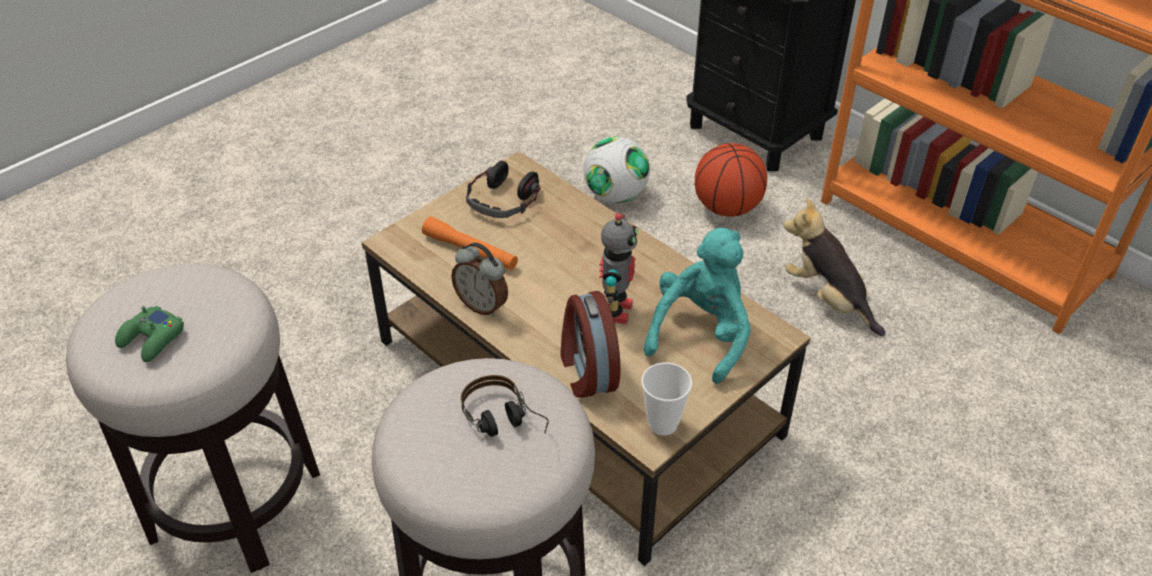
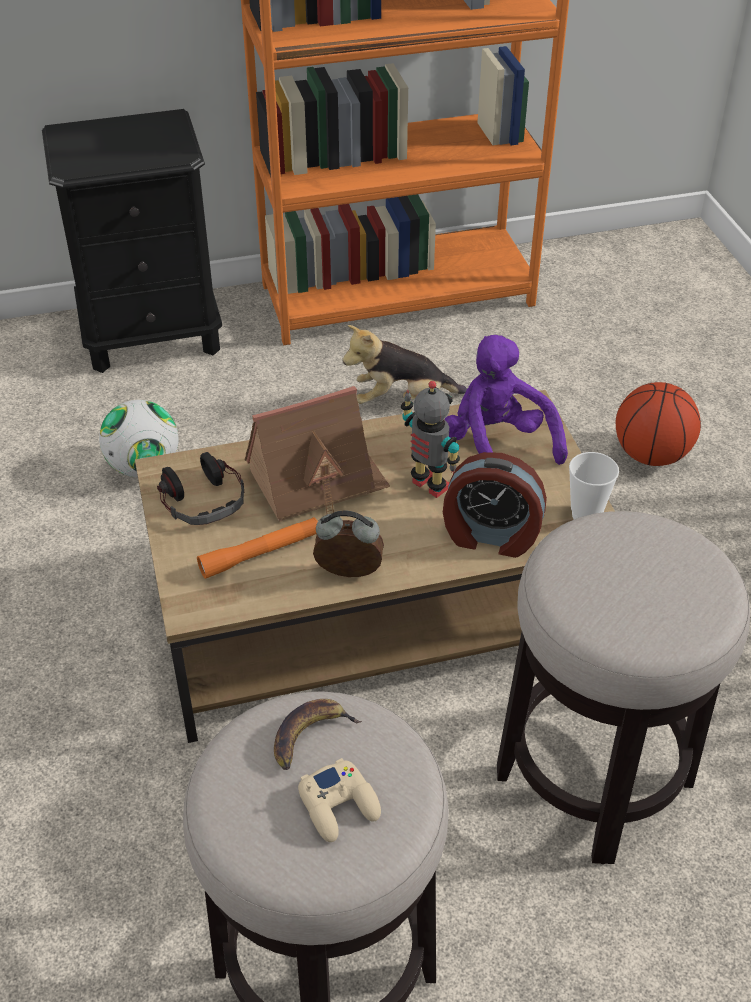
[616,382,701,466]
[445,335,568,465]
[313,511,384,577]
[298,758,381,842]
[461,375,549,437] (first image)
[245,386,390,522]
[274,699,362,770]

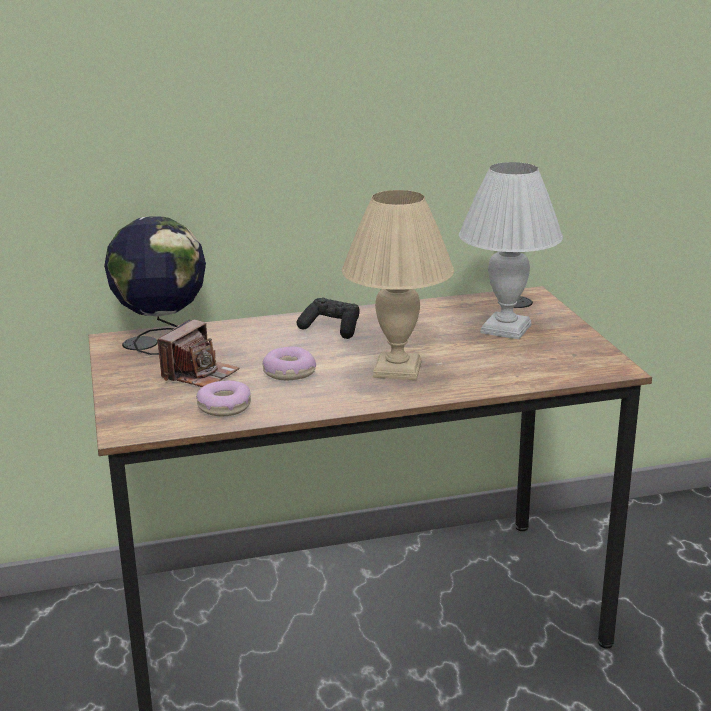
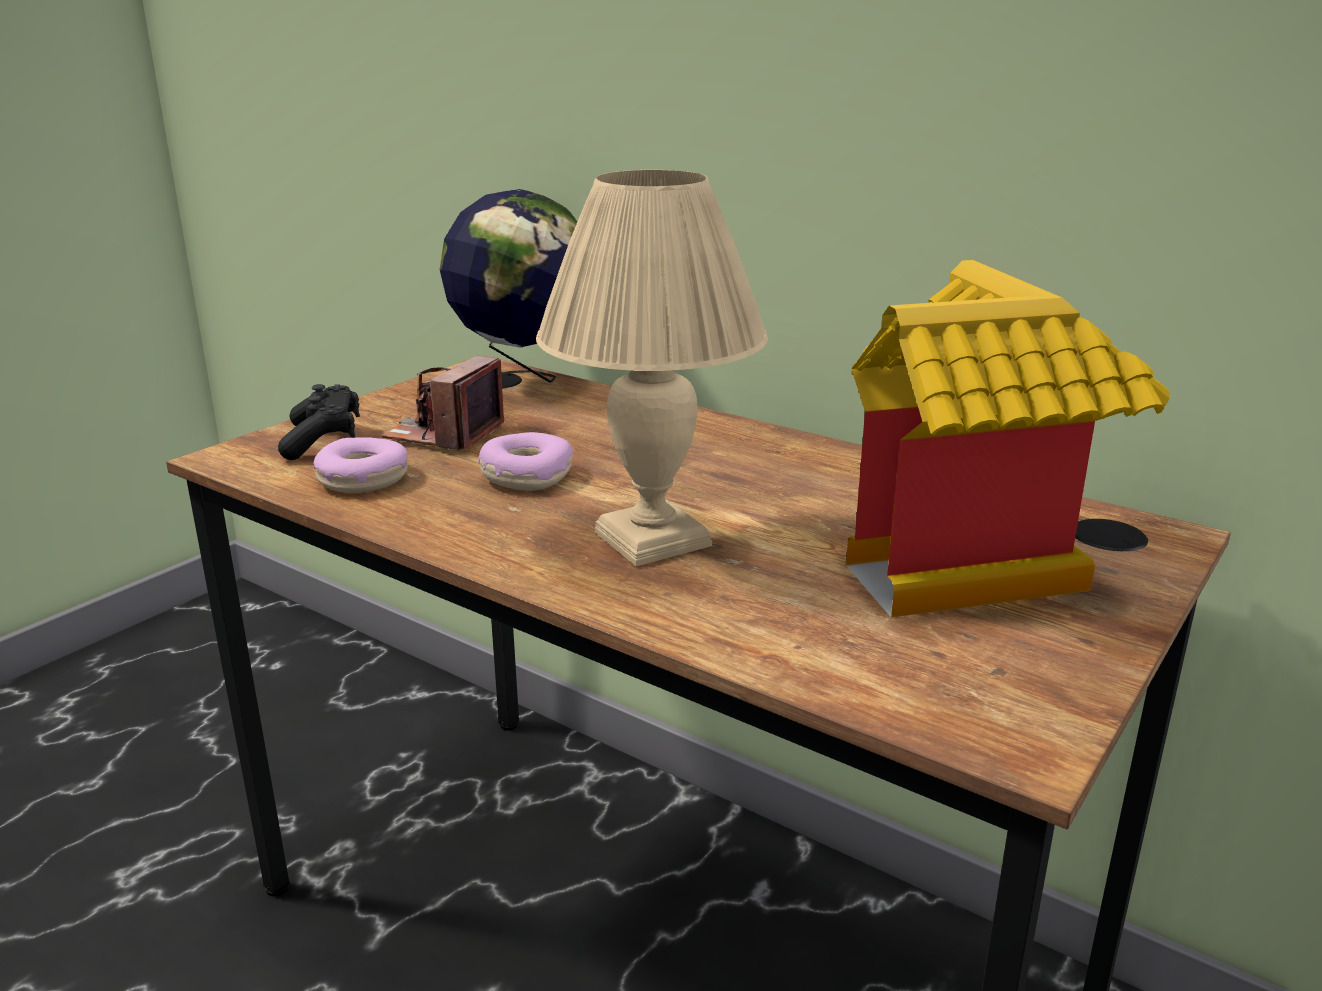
[846,260,1170,618]
[278,384,360,460]
[381,356,504,450]

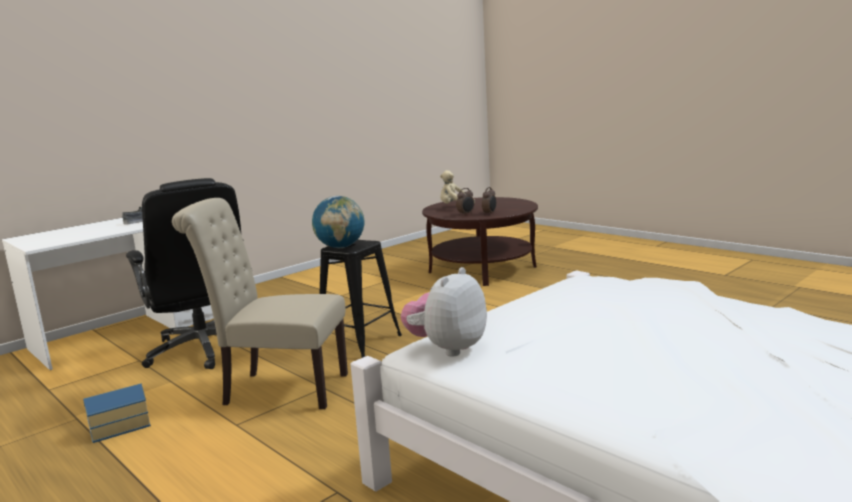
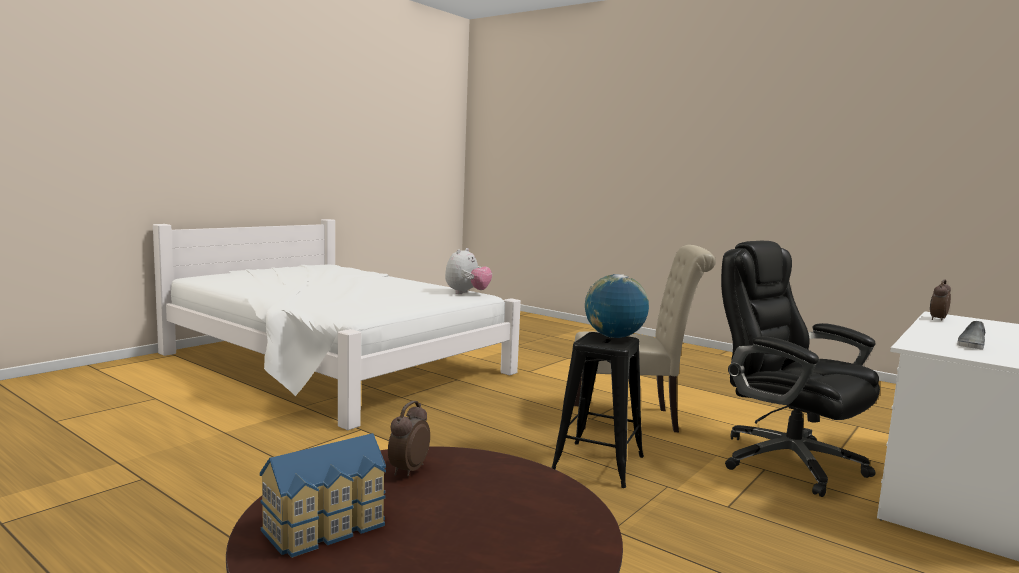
[440,170,475,204] (first image)
[930,280,951,320]
[259,433,386,558]

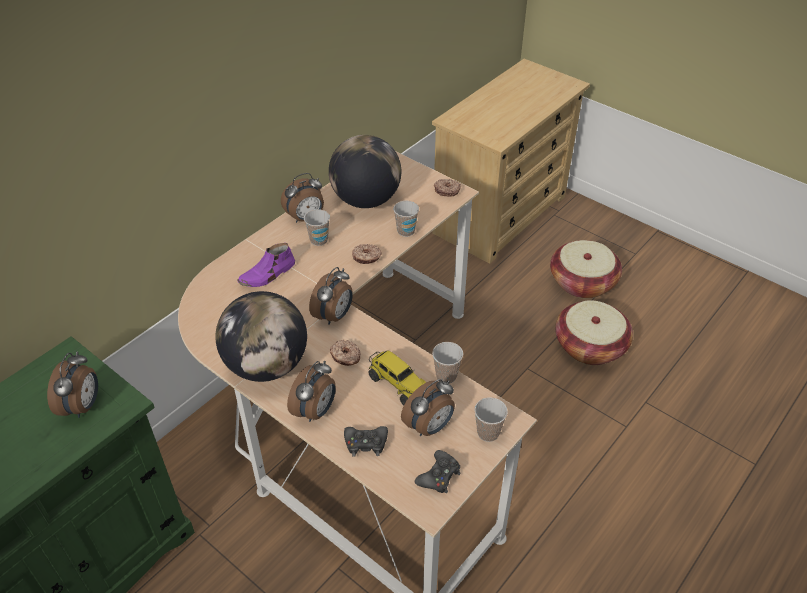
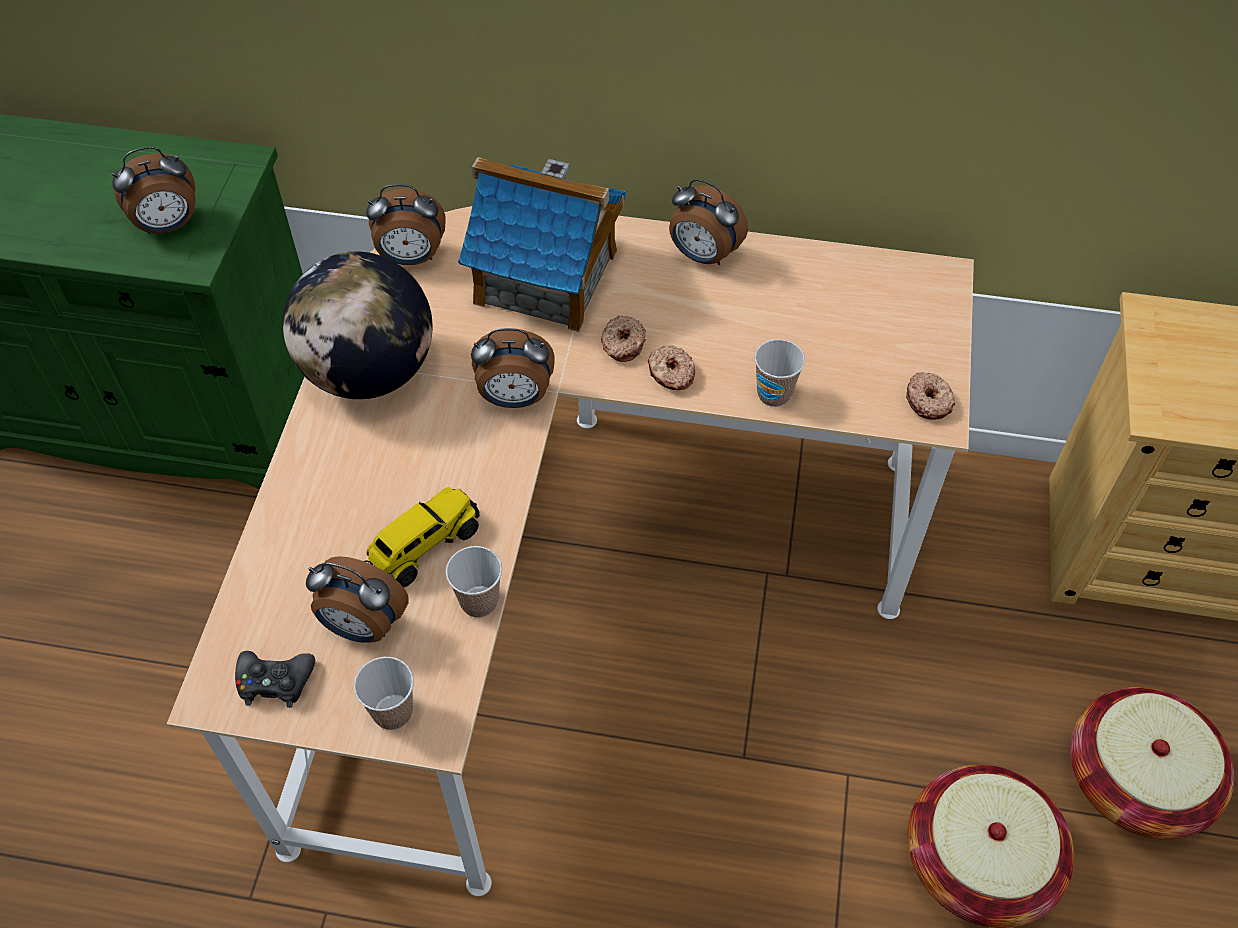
[329,135,401,208] (first image)
[304,209,330,246] (first image)
[458,157,626,332]
[601,315,646,362]
[364,487,480,588]
[366,184,446,265]
[344,426,388,457] (first image)

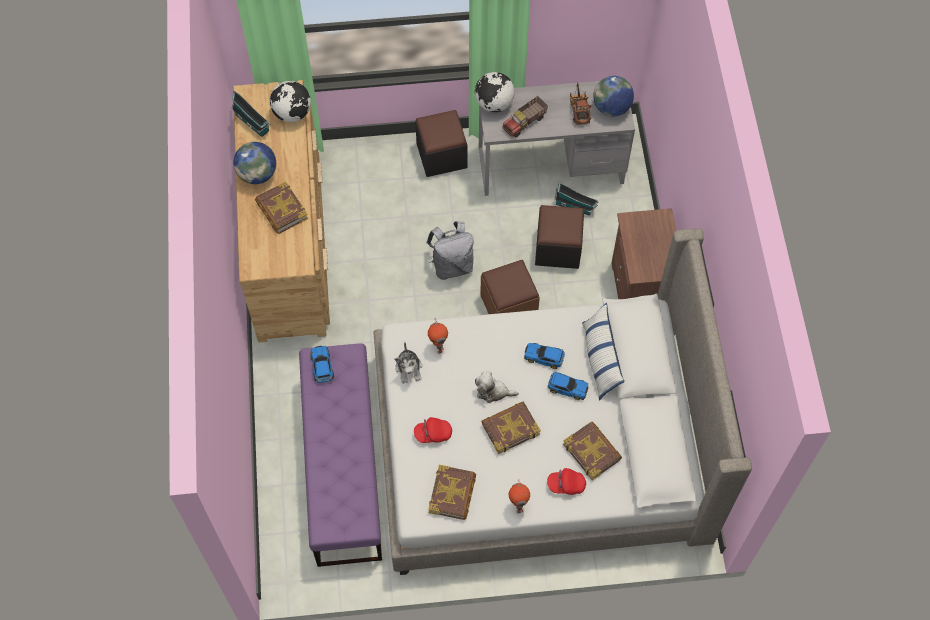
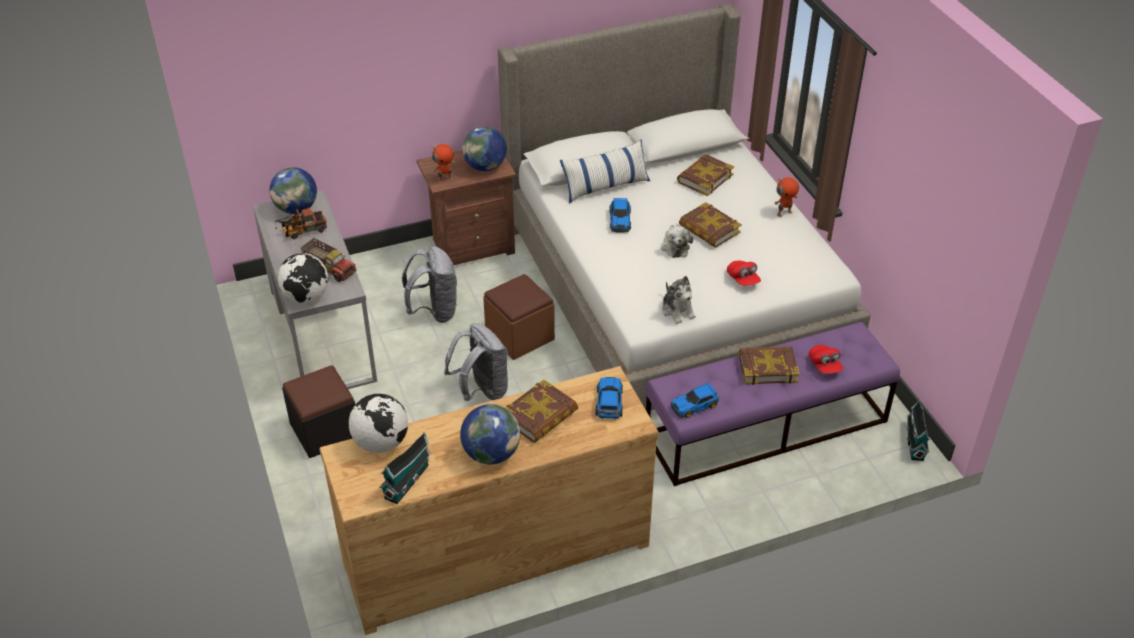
[907,400,929,461]
[402,246,457,323]
[431,144,455,184]
[662,276,696,324]
[596,377,623,419]
[739,346,800,385]
[809,345,843,374]
[462,127,507,171]

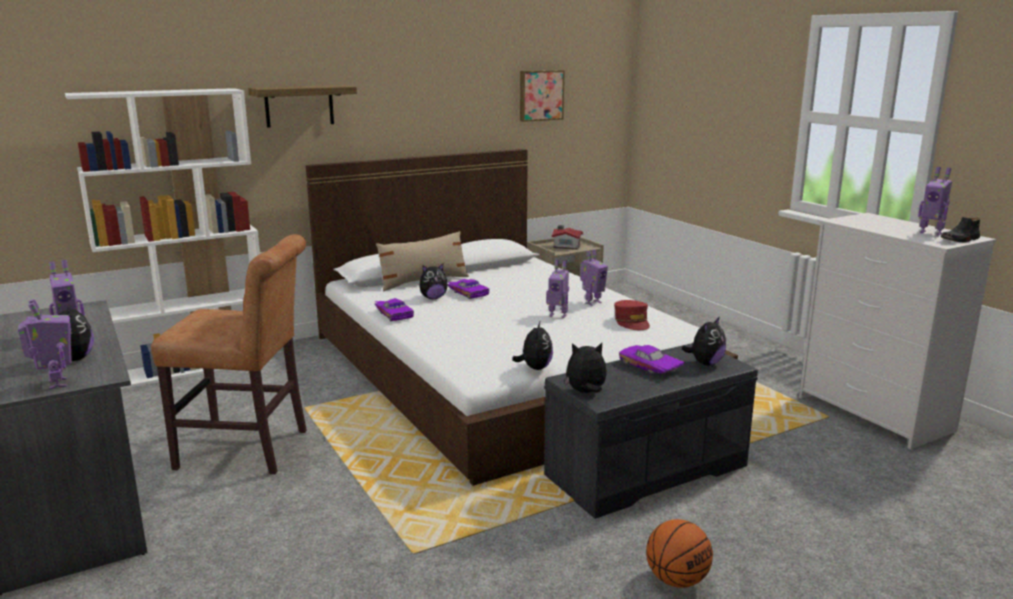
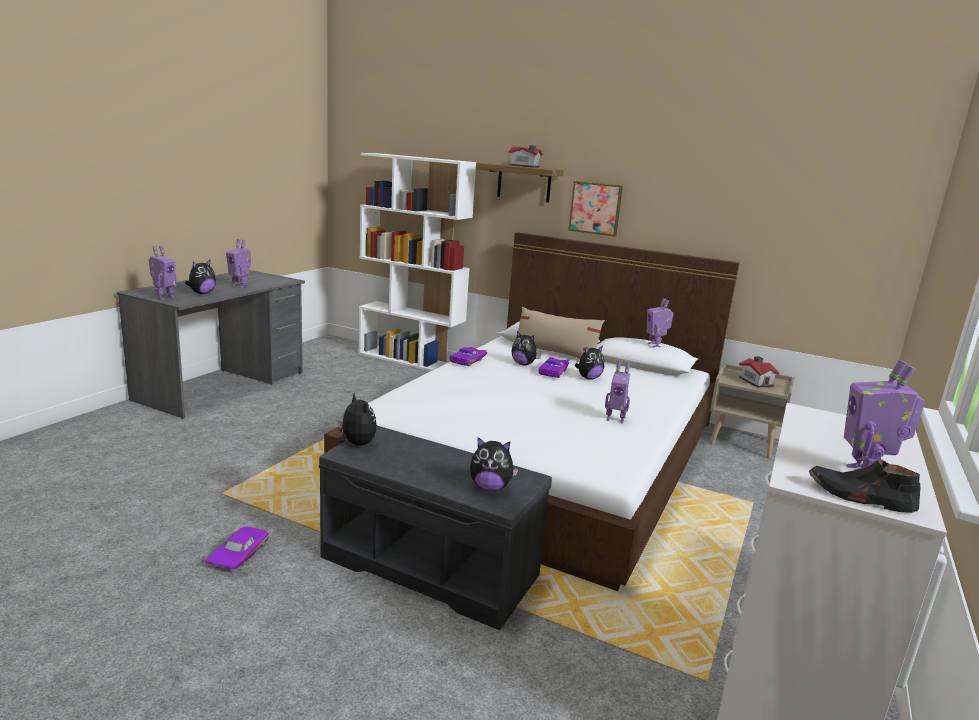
[568,181,623,236]
[151,234,307,475] (first image)
[646,298,674,347]
[614,300,650,330] (first image)
[575,345,604,380]
[205,527,269,570]
[646,519,713,588] (first image)
[509,145,543,168]

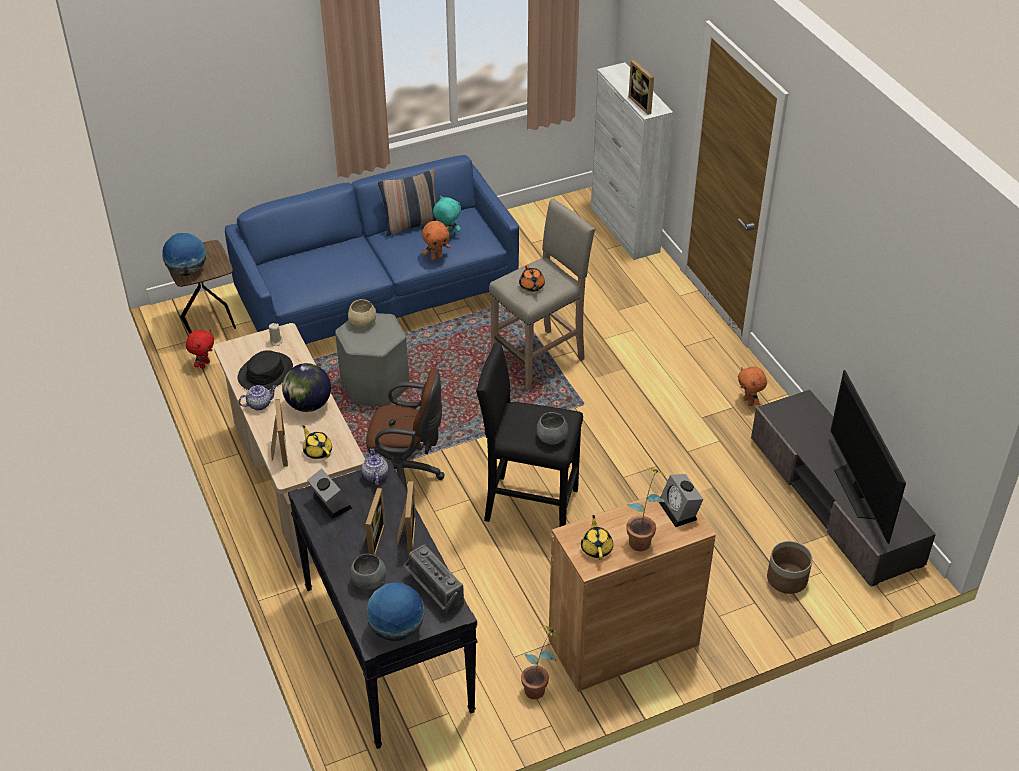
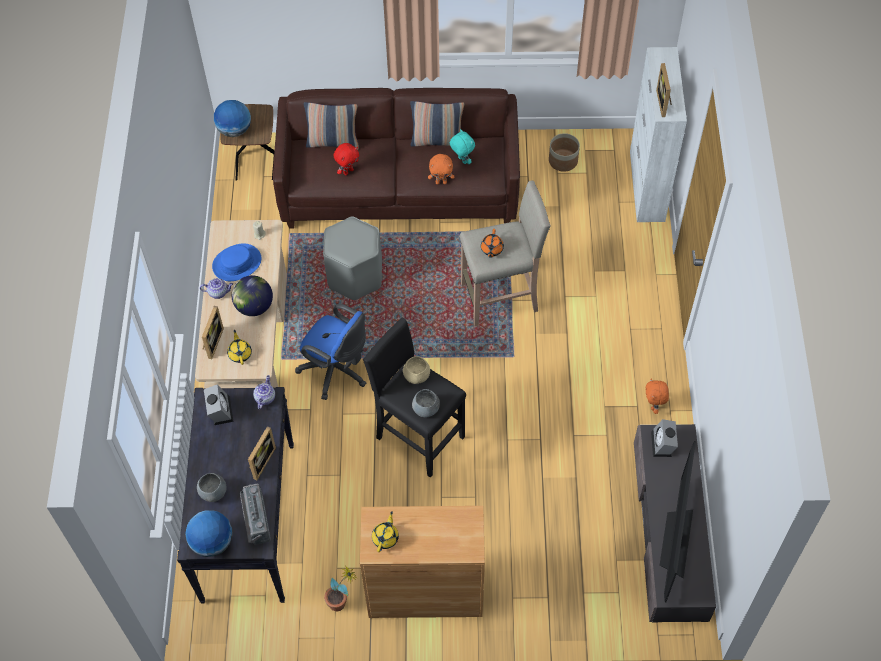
[273,88,520,229]
[403,356,430,384]
[333,143,359,175]
[212,243,261,281]
[295,304,366,400]
[626,467,667,551] (first image)
[651,419,678,457]
[360,488,385,556] (first image)
[549,133,580,172]
[304,102,359,150]

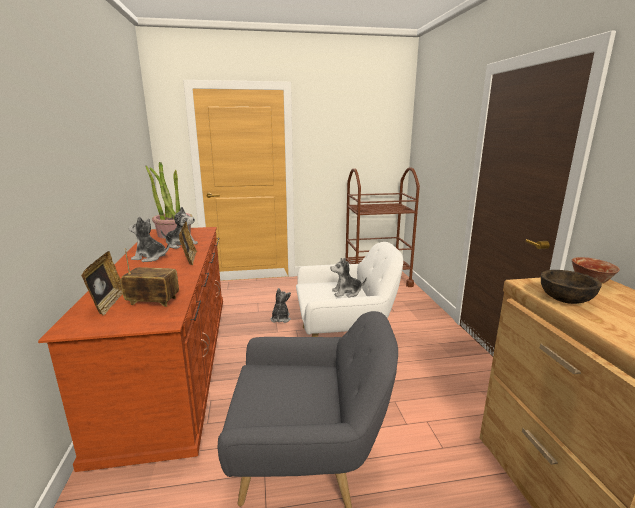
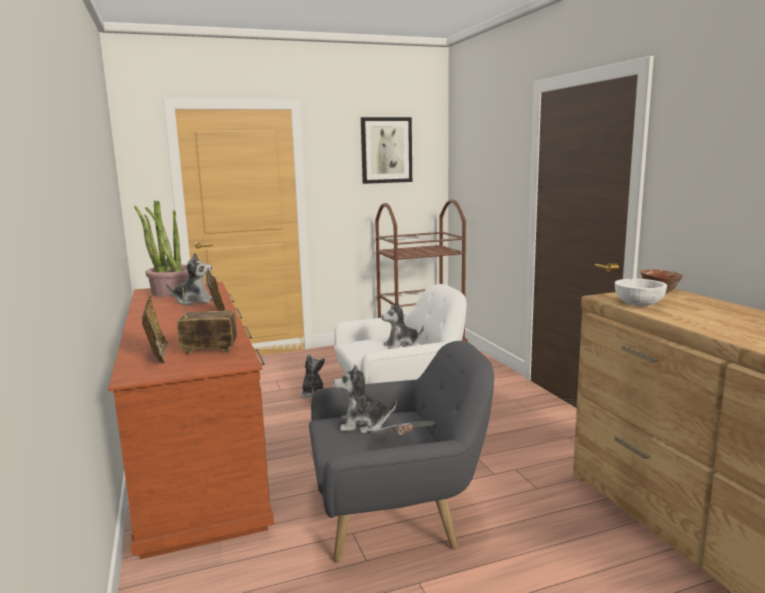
[333,365,397,434]
[615,279,667,306]
[361,117,412,184]
[366,421,435,435]

